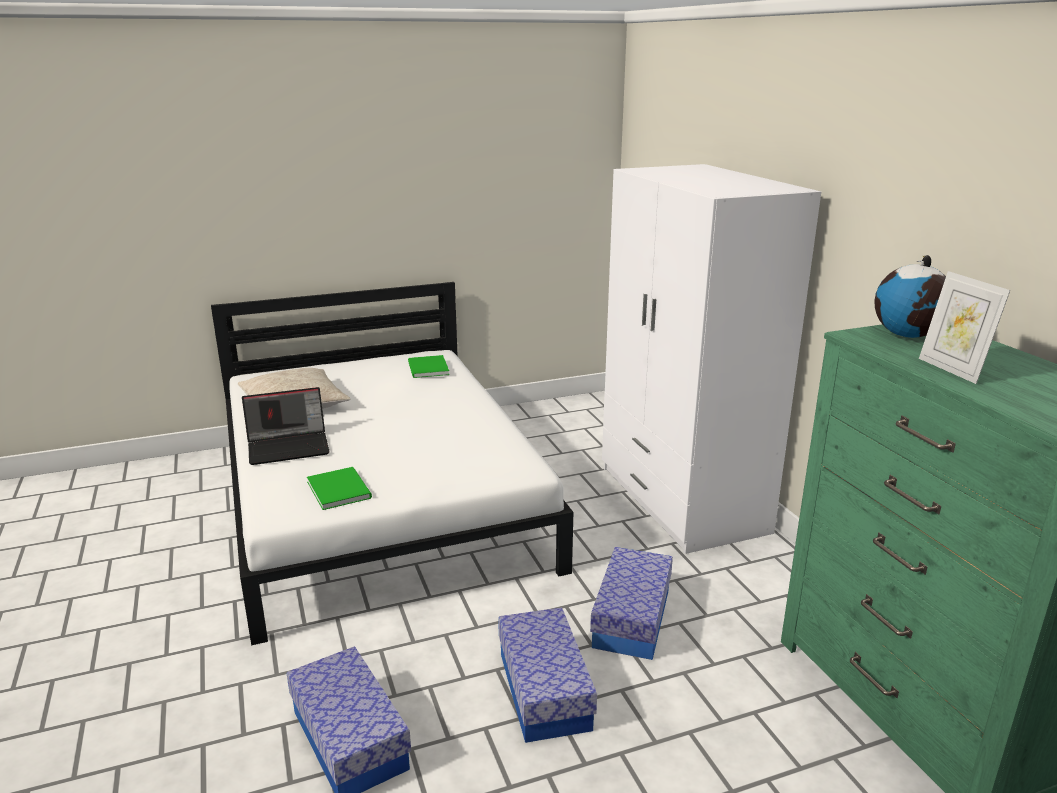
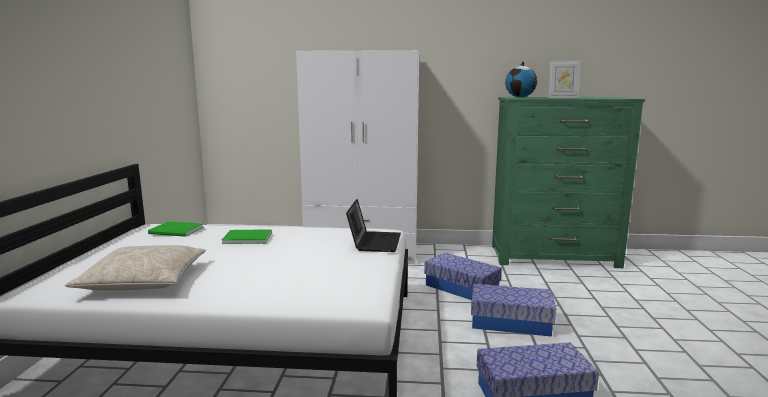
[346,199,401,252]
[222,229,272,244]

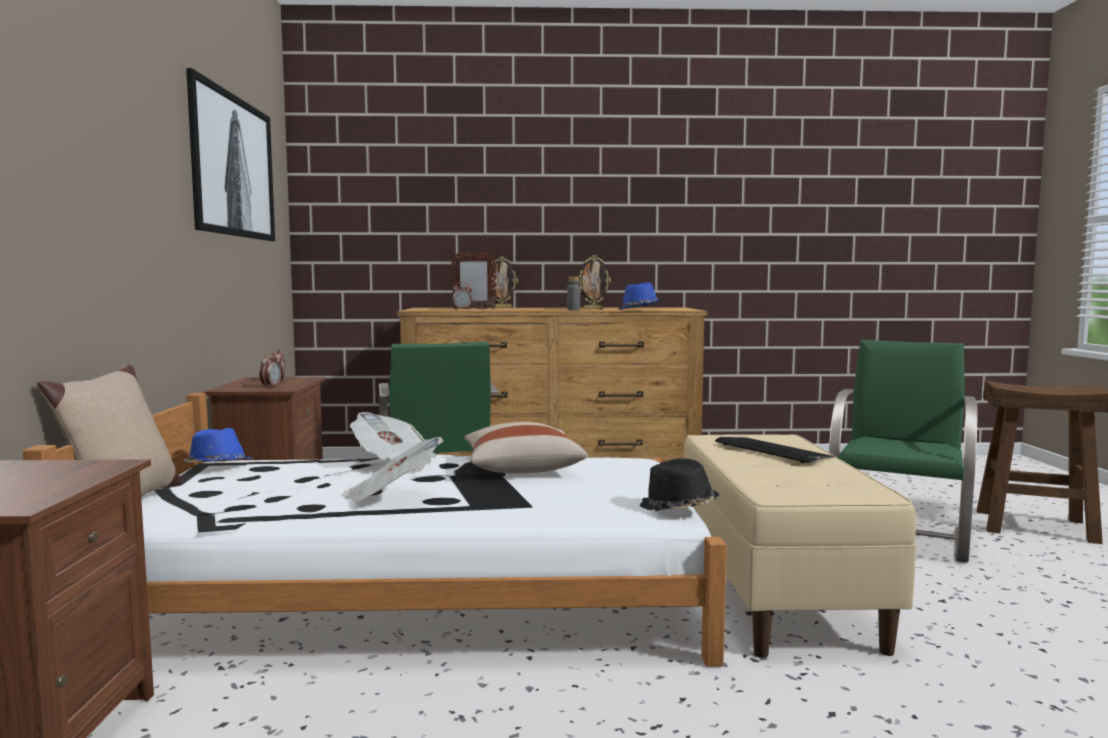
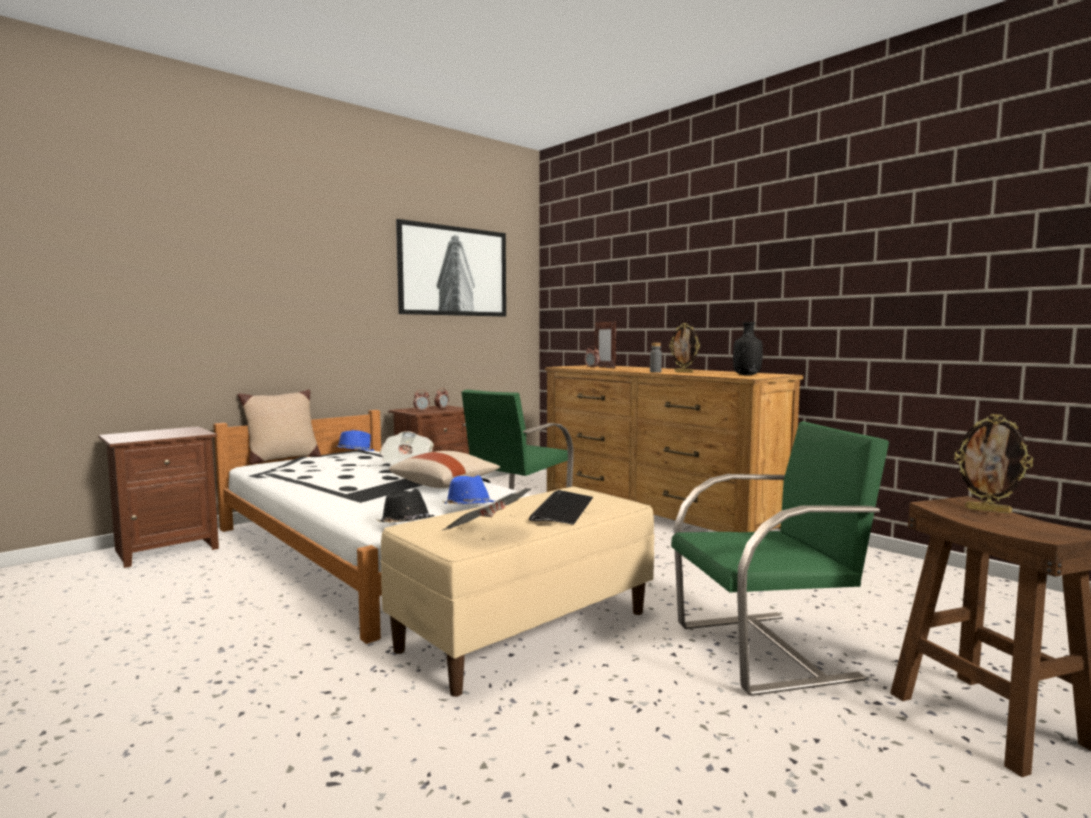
[954,414,1033,514]
[442,475,494,504]
[441,488,531,531]
[733,322,763,375]

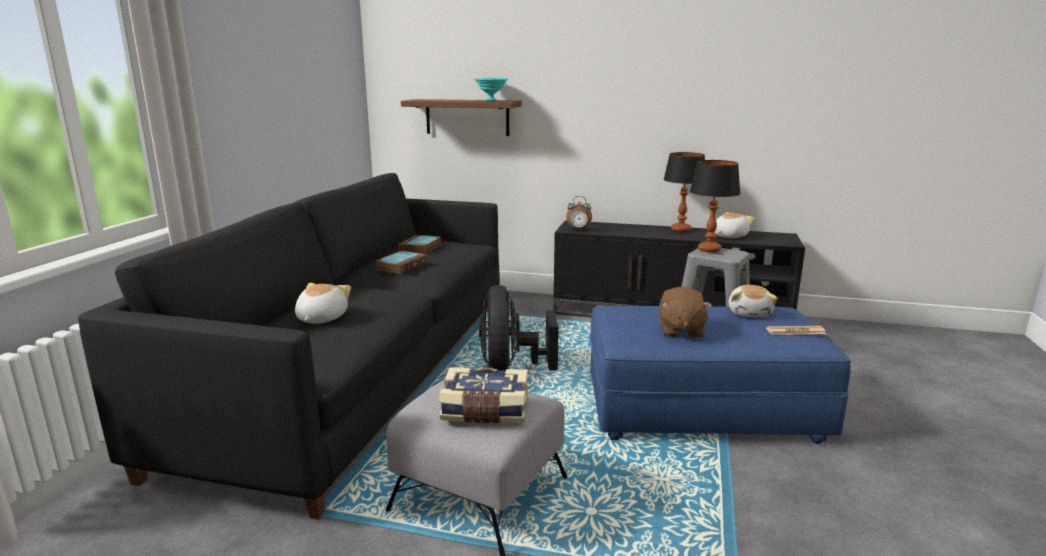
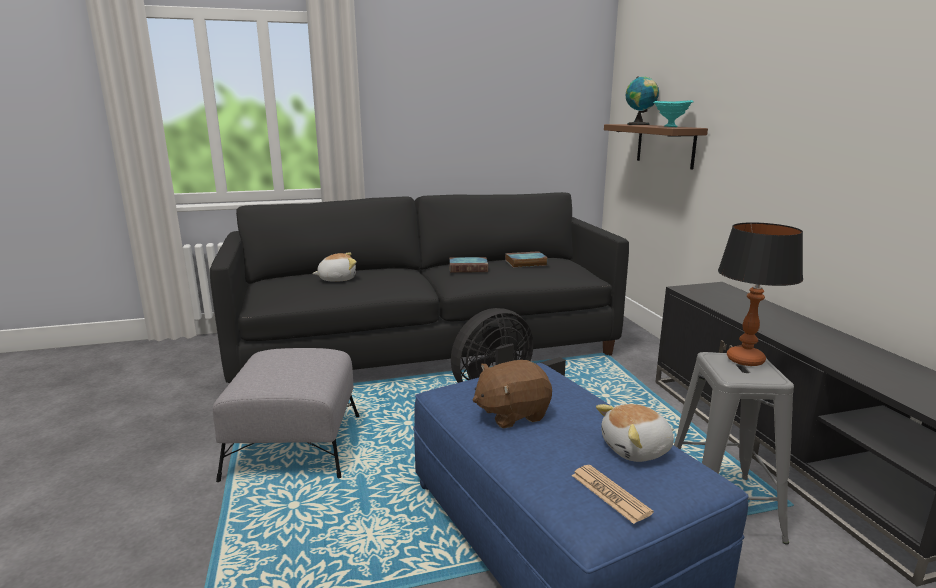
[663,152,705,232] (first image)
[566,196,592,231] (first image)
[714,212,754,238] (first image)
[439,367,528,423] (first image)
[626,76,659,125]

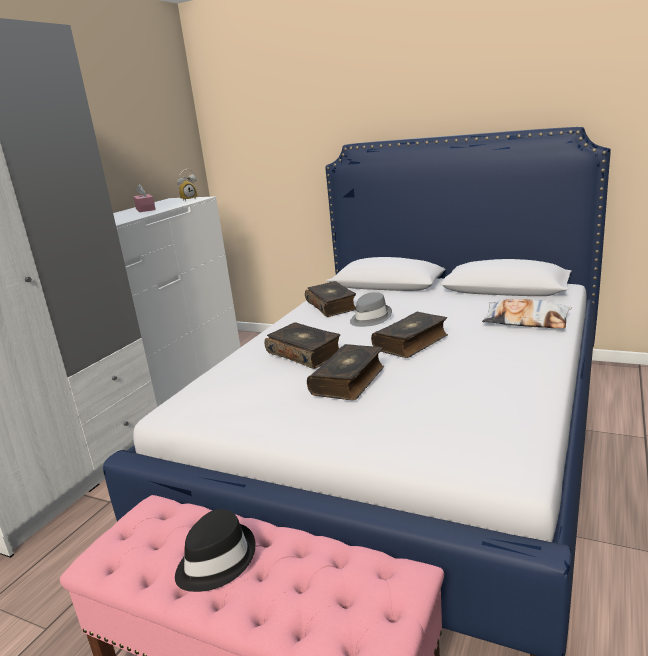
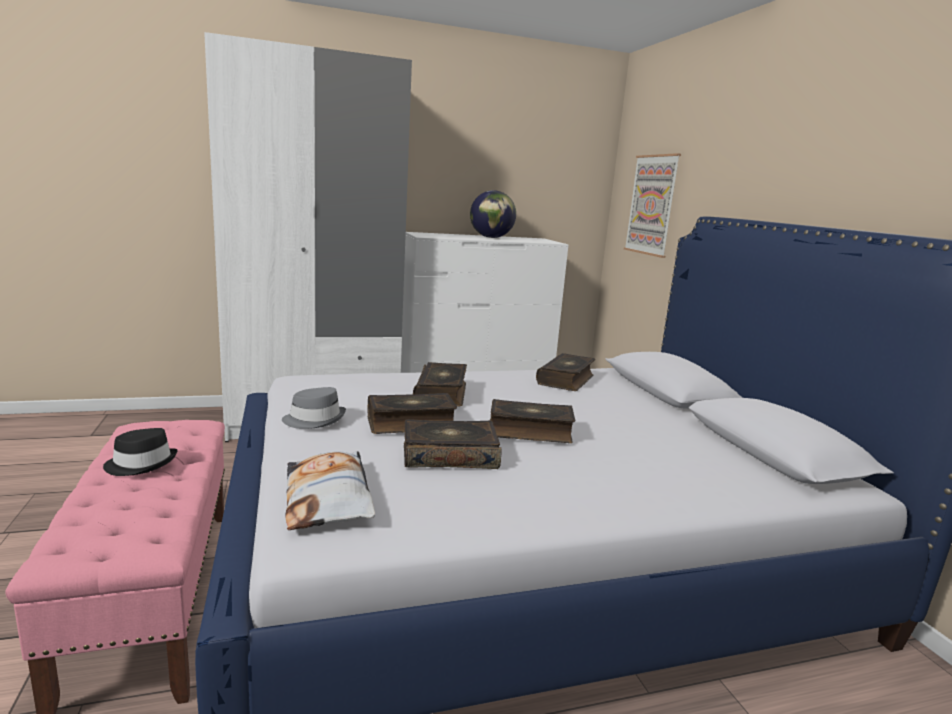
[177,169,198,201] (first image)
[470,190,516,238]
[282,387,346,429]
[286,451,376,530]
[624,153,681,258]
[404,419,502,469]

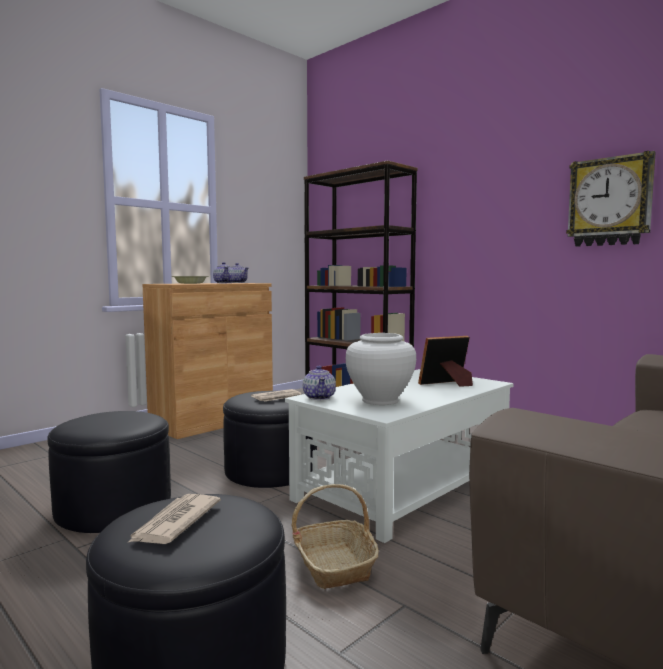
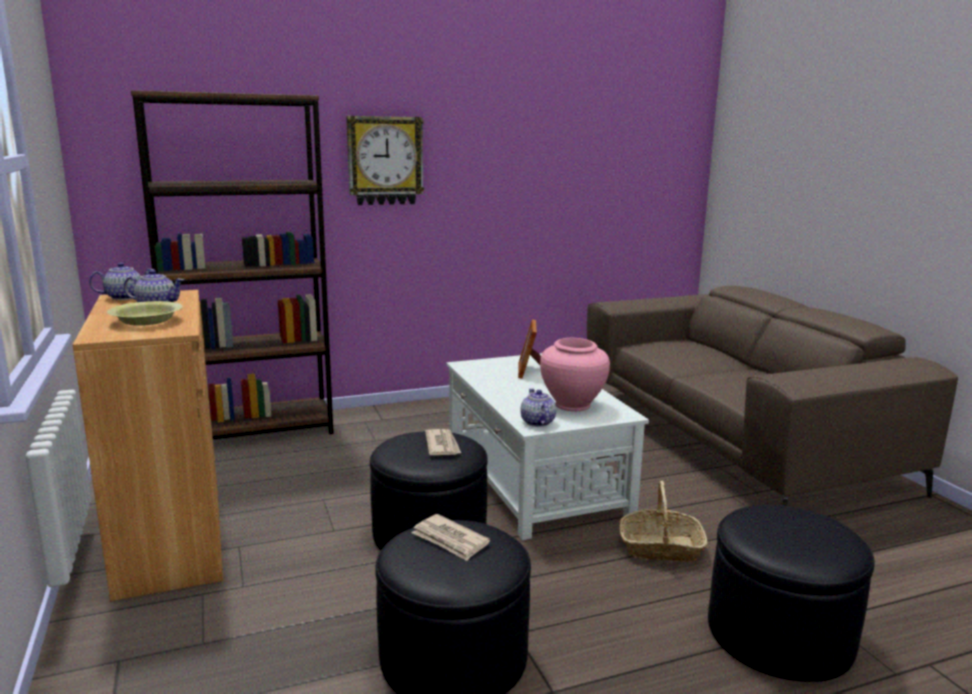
[346,116,424,205]
[540,338,610,411]
[520,389,556,427]
[412,514,490,561]

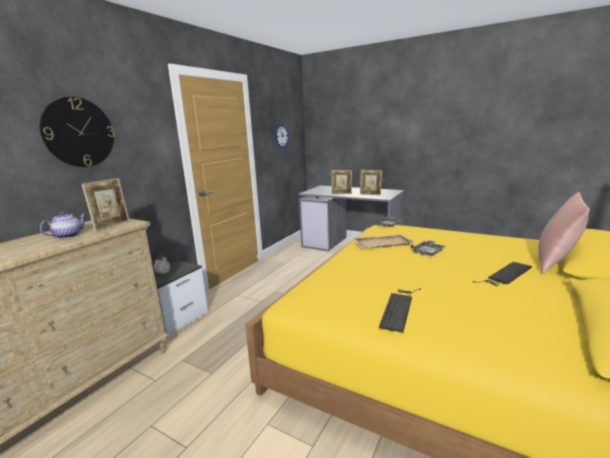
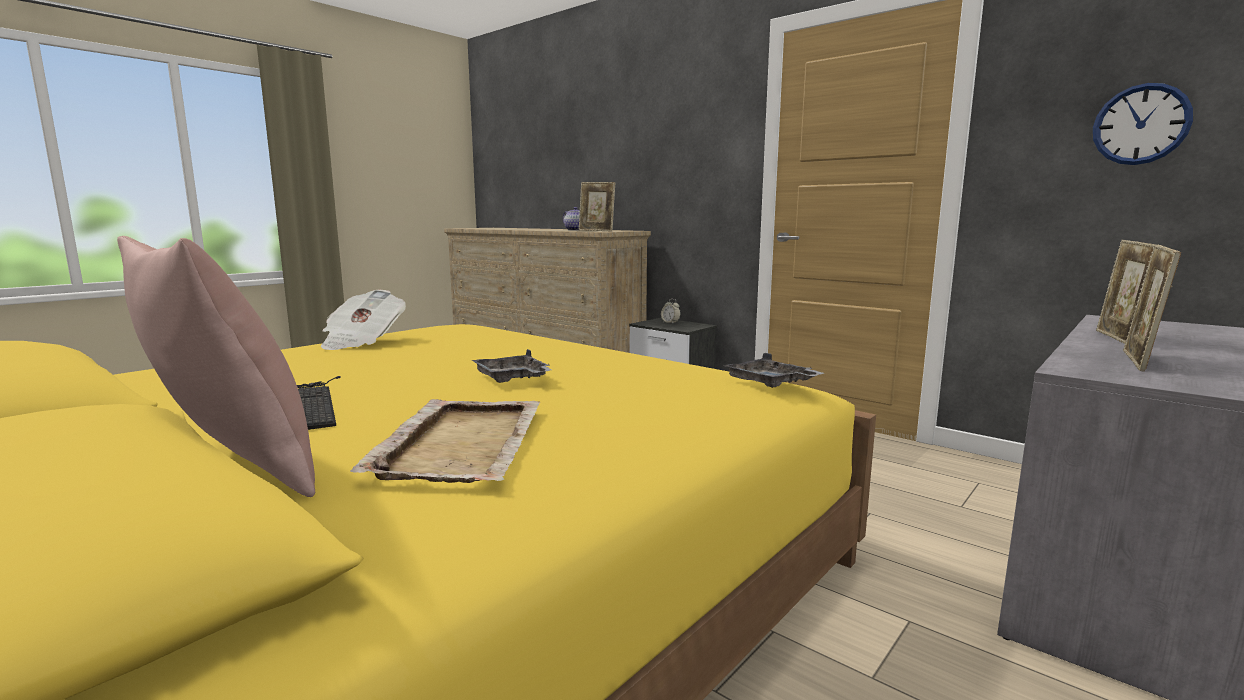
[40,97,114,167] (first image)
[350,399,540,483]
[321,290,406,350]

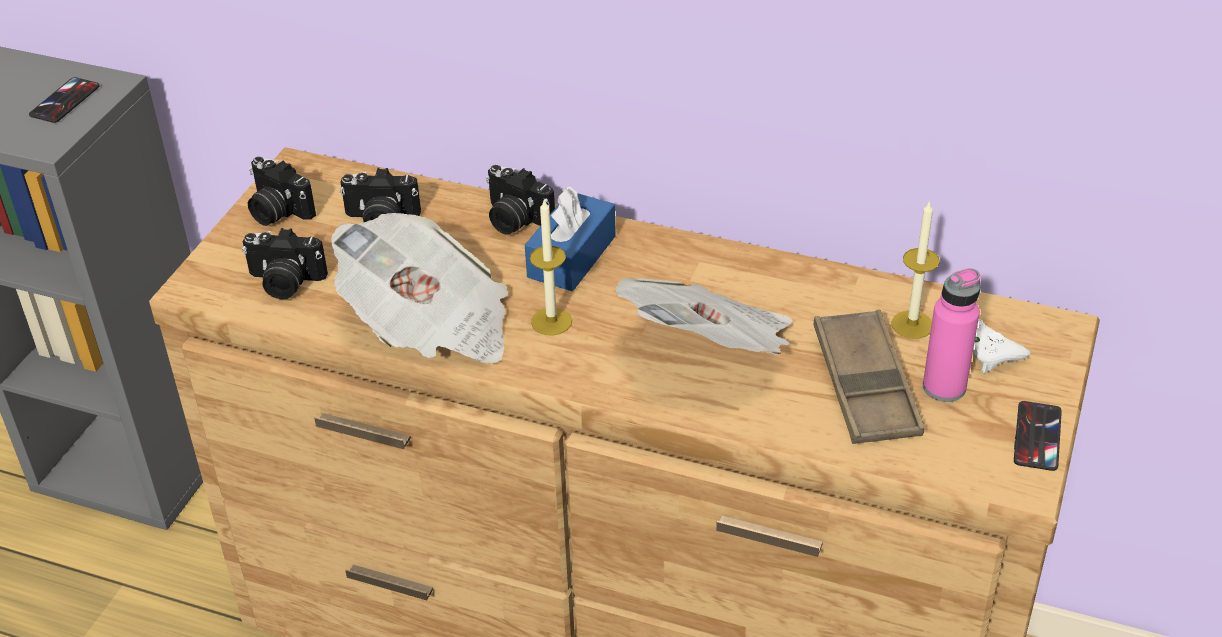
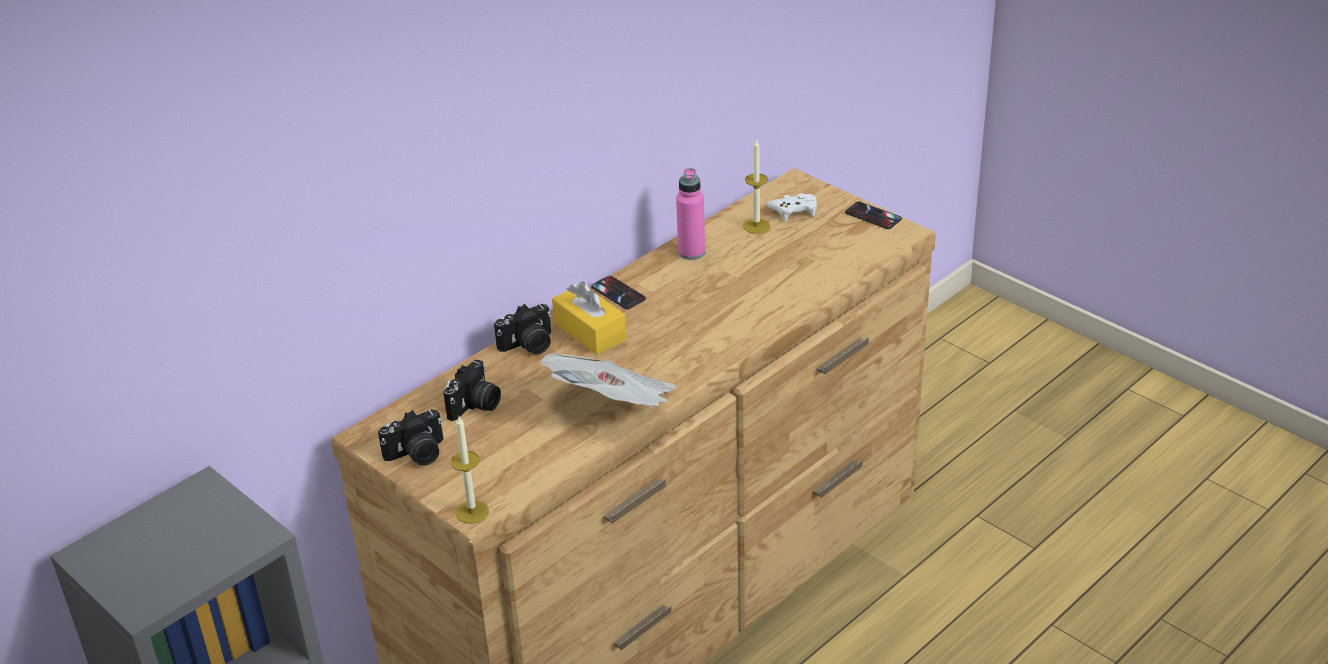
[591,276,646,309]
[552,282,627,355]
[451,416,489,524]
[242,228,328,299] (first image)
[676,168,705,260]
[616,278,793,355] (first image)
[813,310,924,444] (first image)

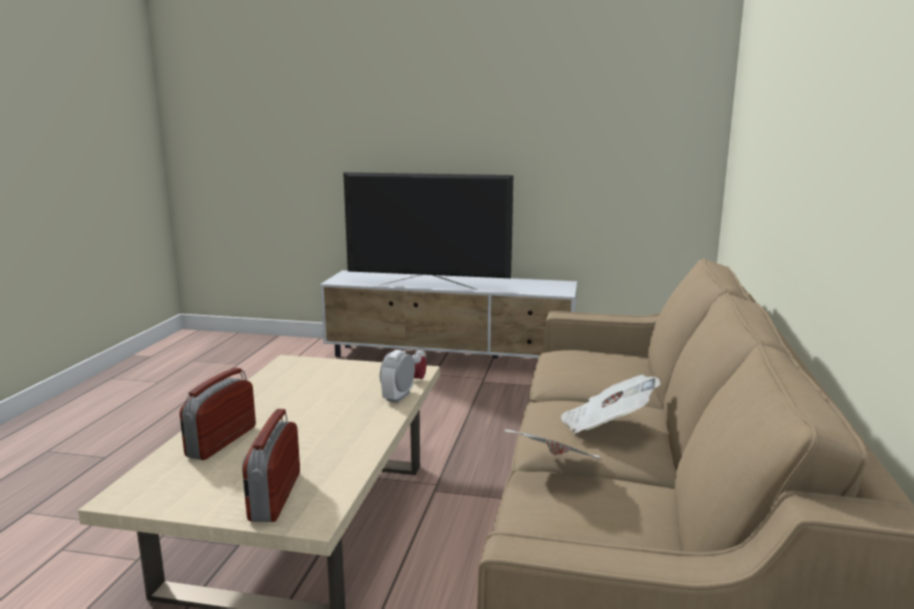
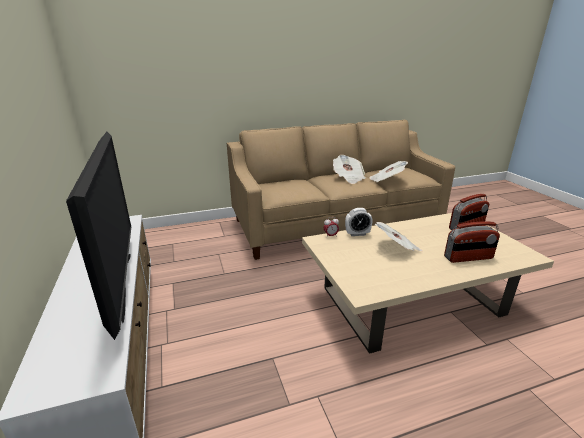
[375,222,423,251]

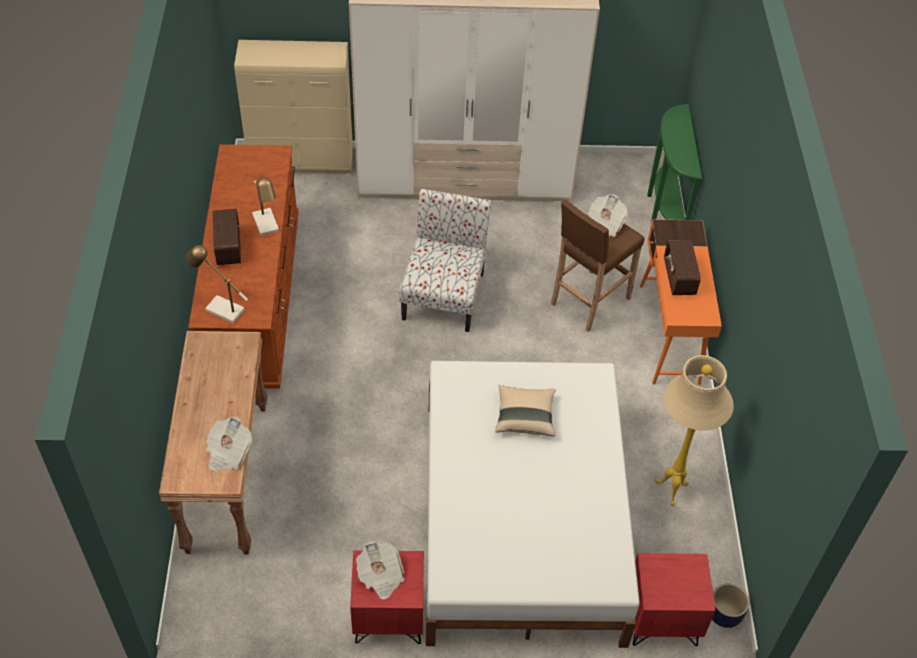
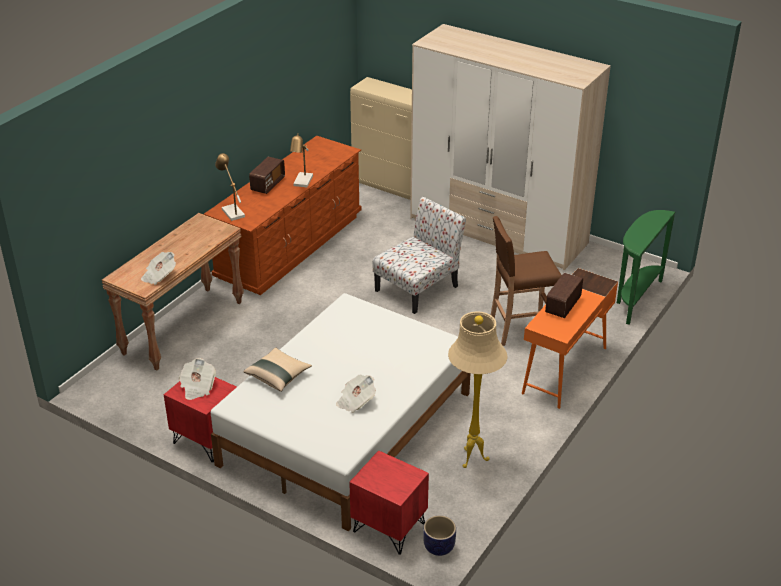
[336,375,376,413]
[243,347,312,392]

